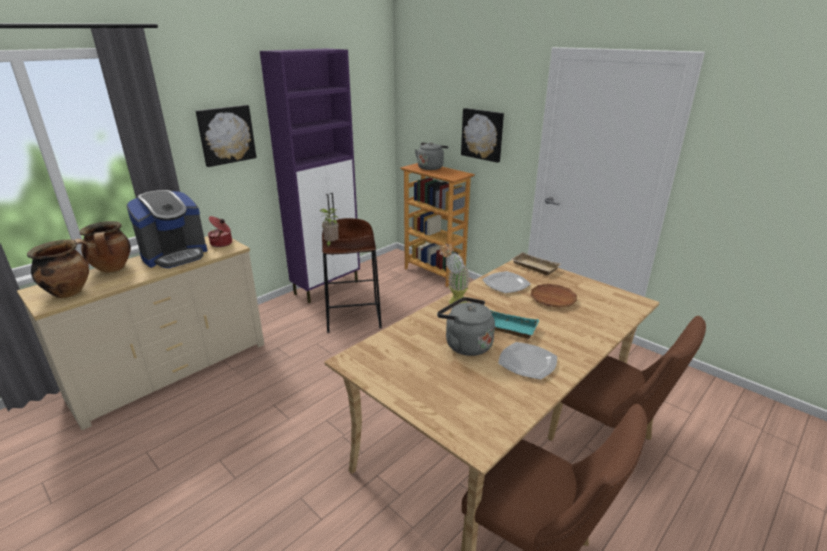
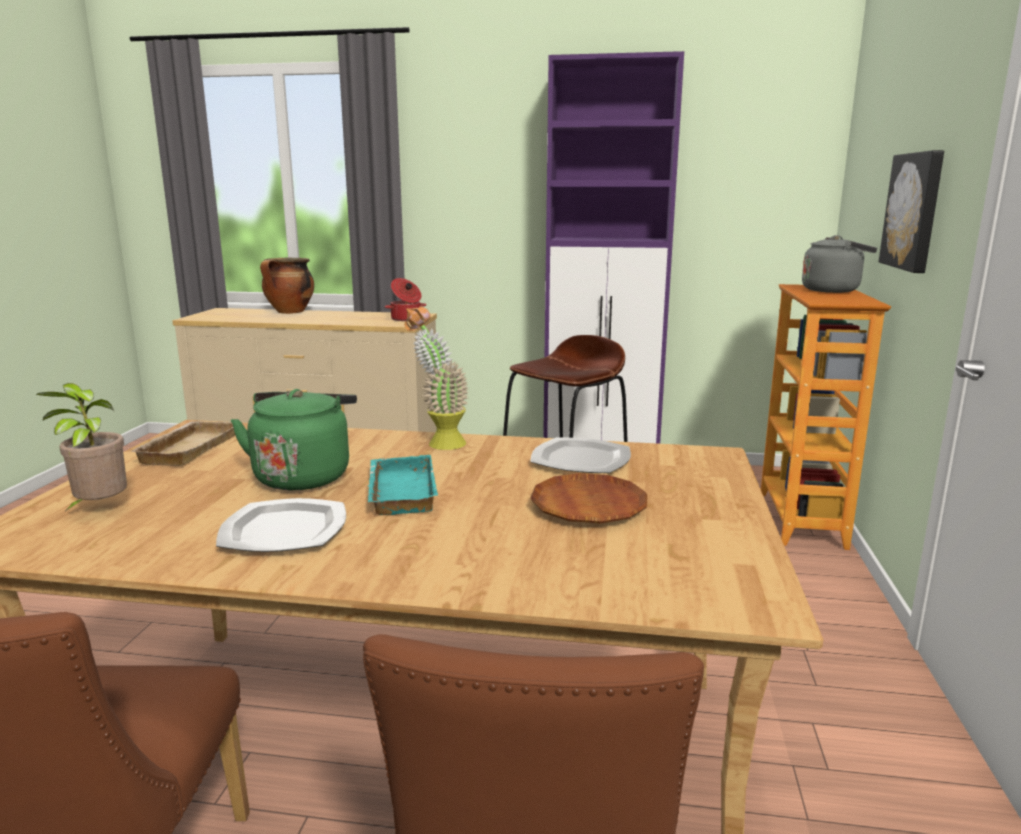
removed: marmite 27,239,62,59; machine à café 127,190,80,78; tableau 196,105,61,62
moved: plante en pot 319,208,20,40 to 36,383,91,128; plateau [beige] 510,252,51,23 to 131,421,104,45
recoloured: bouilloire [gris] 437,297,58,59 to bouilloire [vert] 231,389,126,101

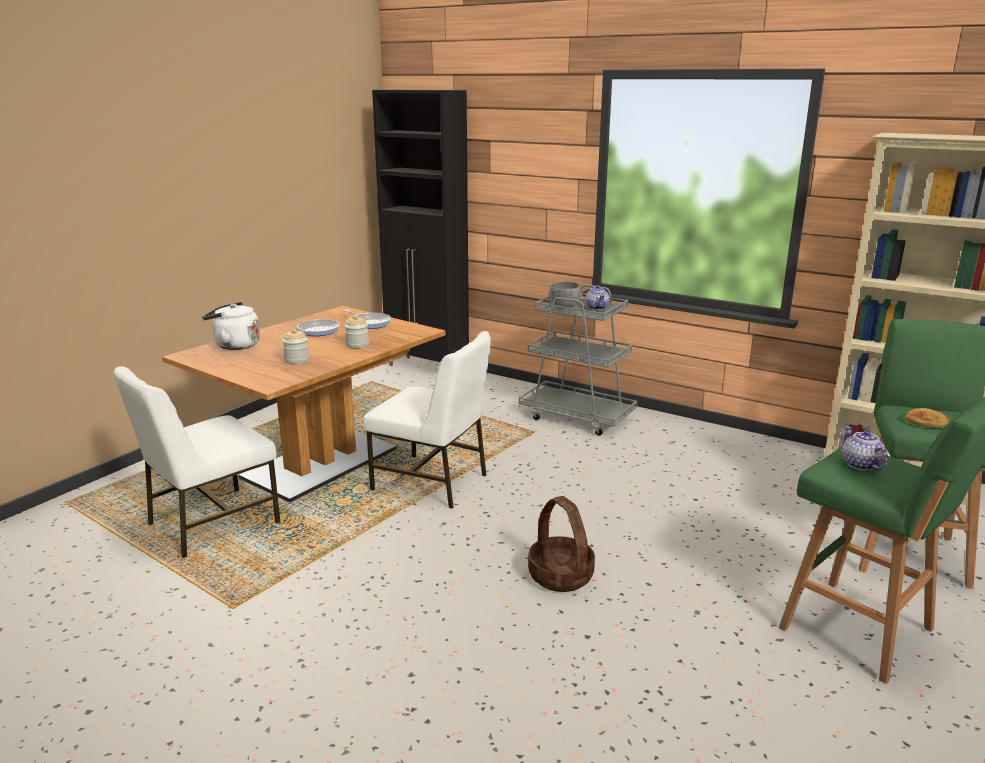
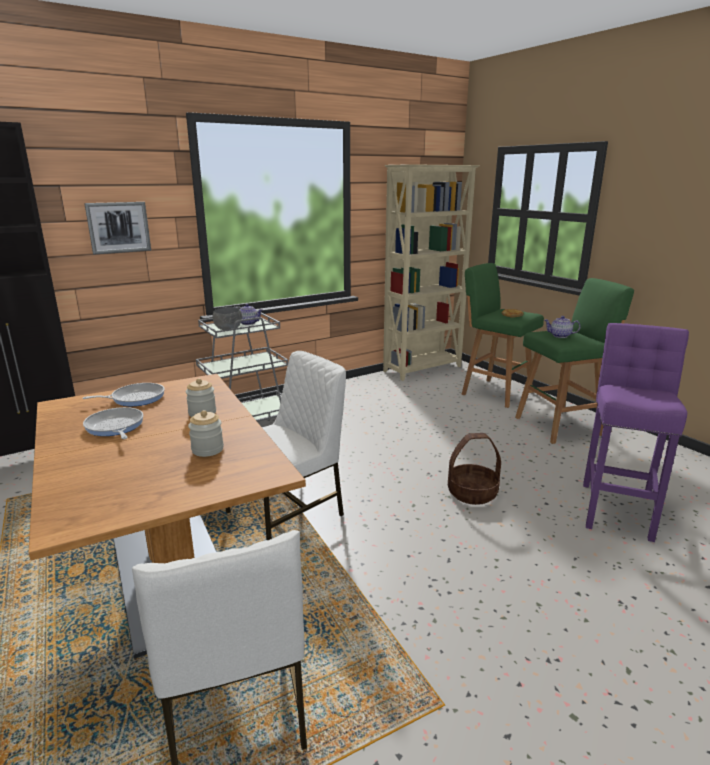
removed: bouilloire [blanc] 202,302,58,48
added: tableau 84,202,67,52; tabouret [violet] 583,323,106,219

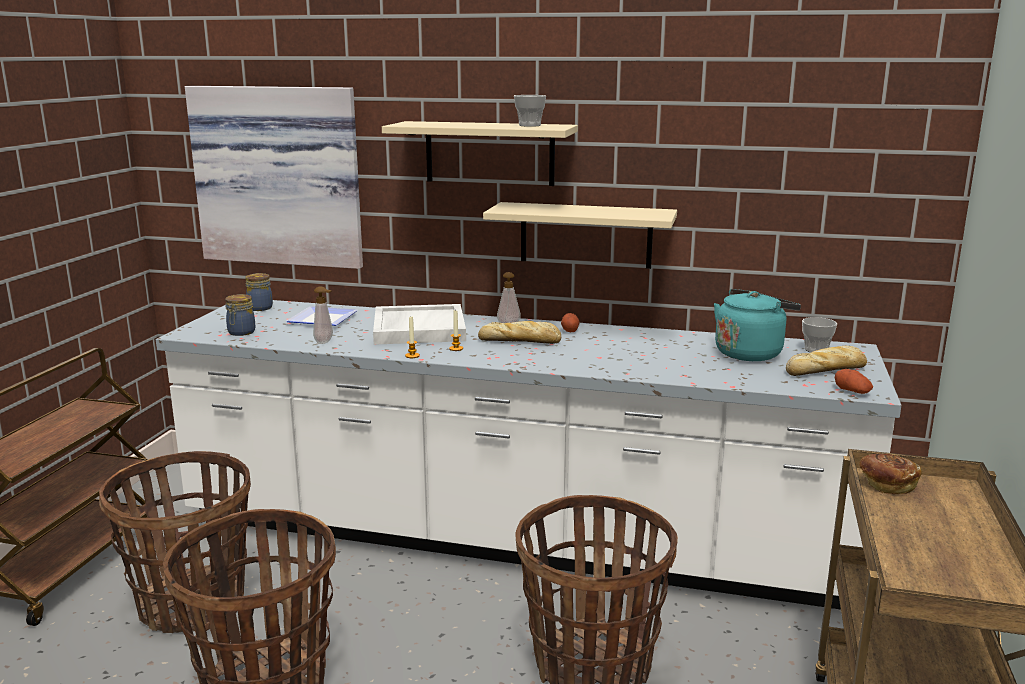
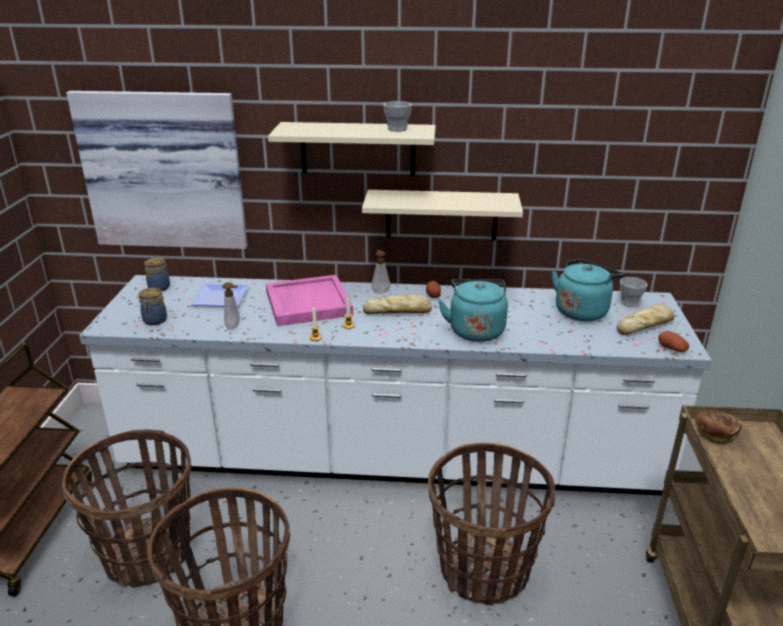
added: bouilloire [turquoise] 438,279,70,63
recoloured: plateau [blanc] 373,304,93,41 to plateau [rose] 266,275,88,51

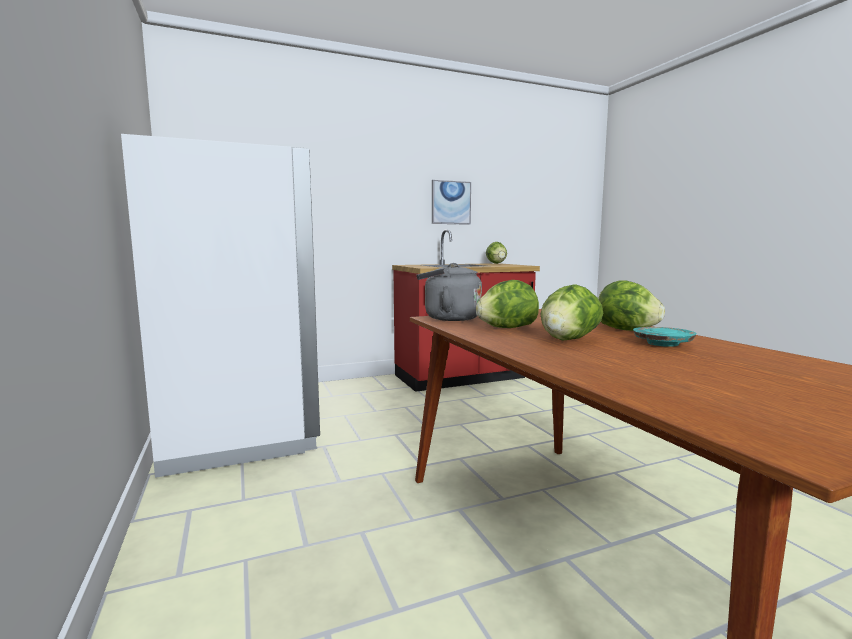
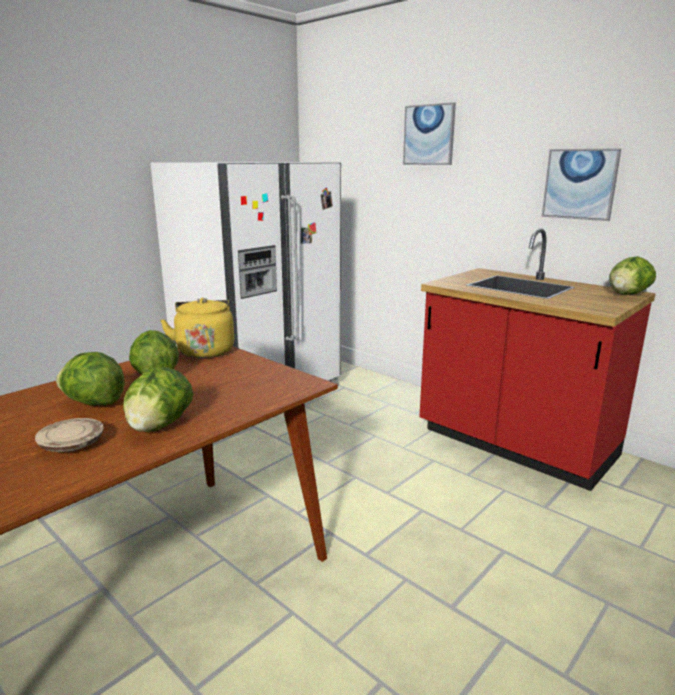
added: tableau 403,102,53,63
recoloured: bouilloire [gris] 417,263,65,58 to bouilloire [jaune] 160,298,74,60; assiette [turquoise] 633,327,63,20 to assiette [beige] 35,418,68,34

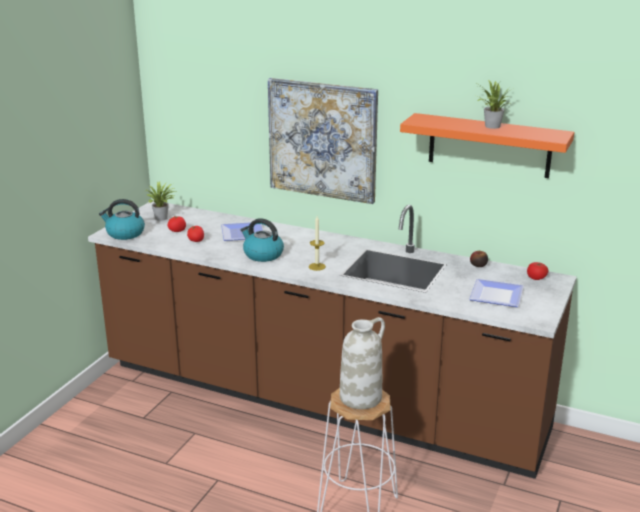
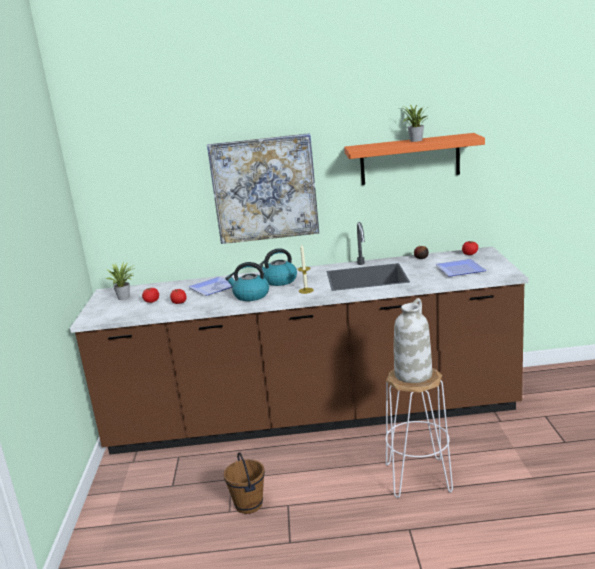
added: seau [marron] 224,452,41,62
moved: bouilloire 99,199,46,41 to 258,248,39,38

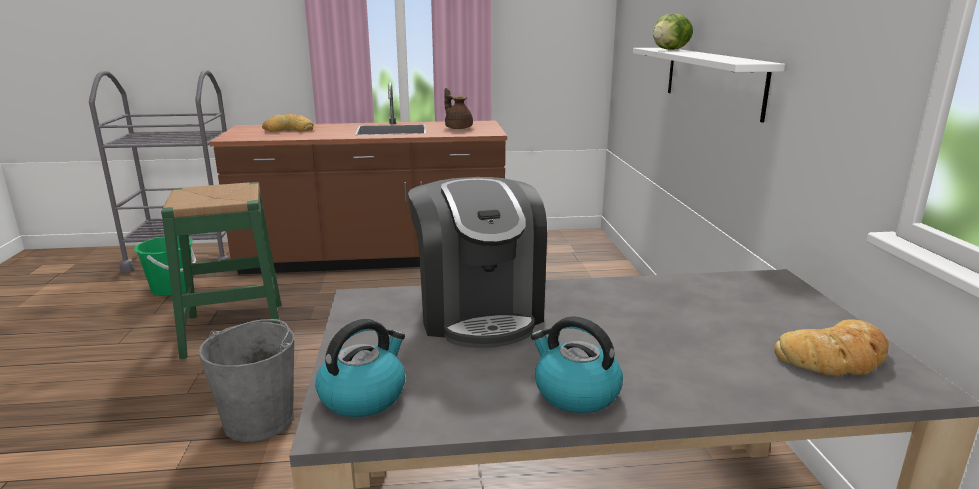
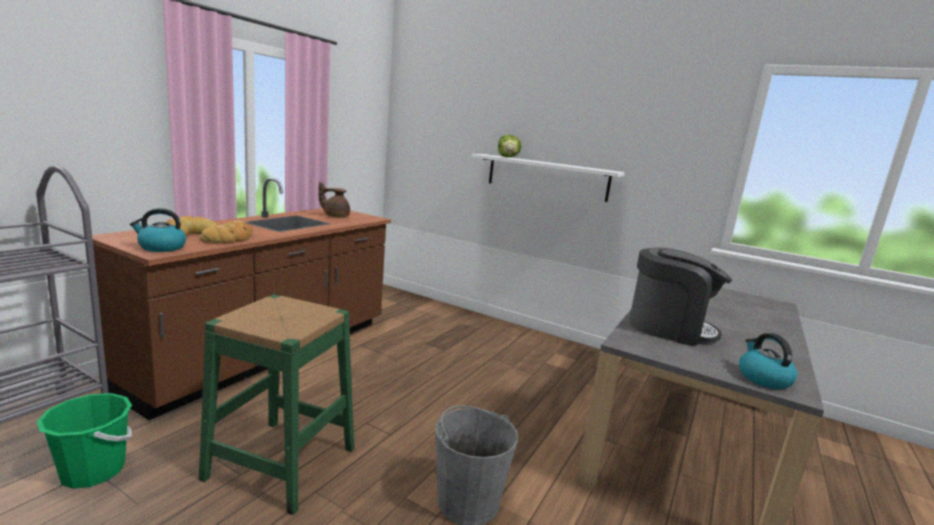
moved: bouilloire 531,316,92,97 to 130,208,56,44; pain 774,319,115,57 to 200,220,53,23

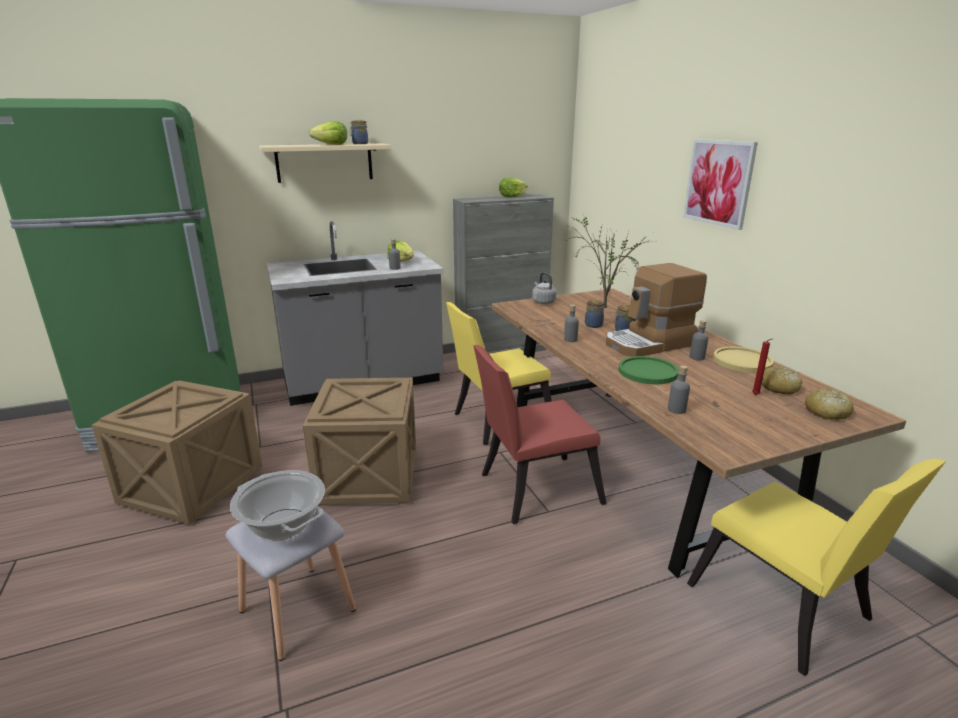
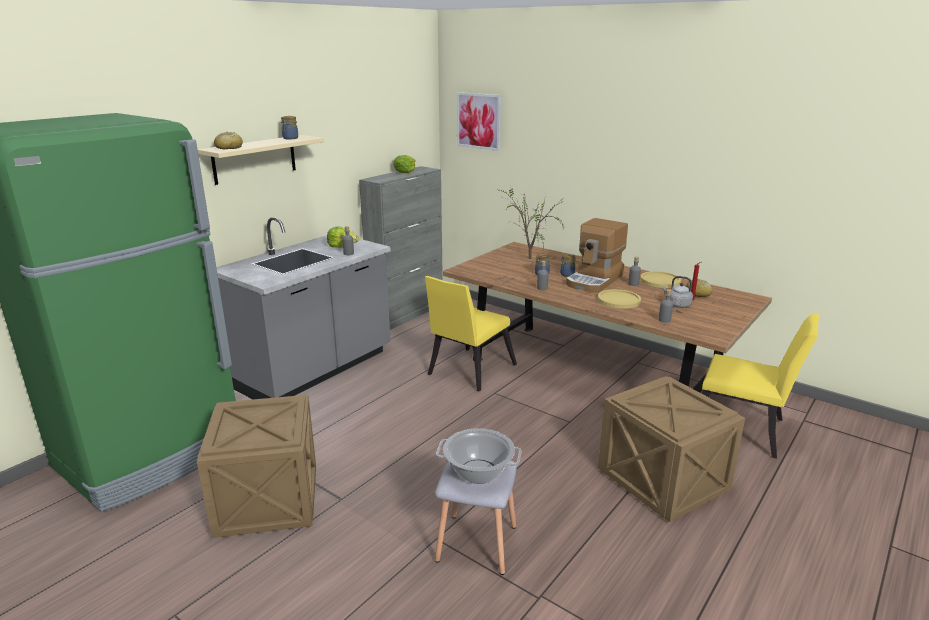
removed: laitue 309,122,38,23; chaise [rouge] 473,345,134,179
moved: caisse 303,378,113,127 to 598,376,147,146; bouilloire [gris] 532,272,25,32 to 662,276,31,32; tableau 683,139,75,91 to 457,92,44,59; pain 805,389,49,31 to 214,132,29,17
recoloured: assiette [vert] 619,356,60,28 to assiette [jaune] 598,289,43,20

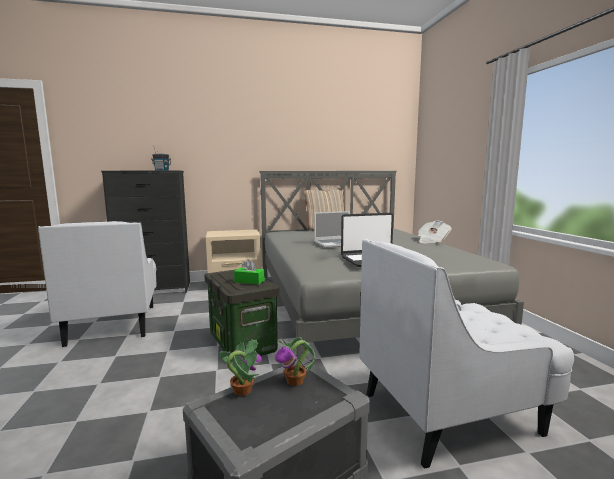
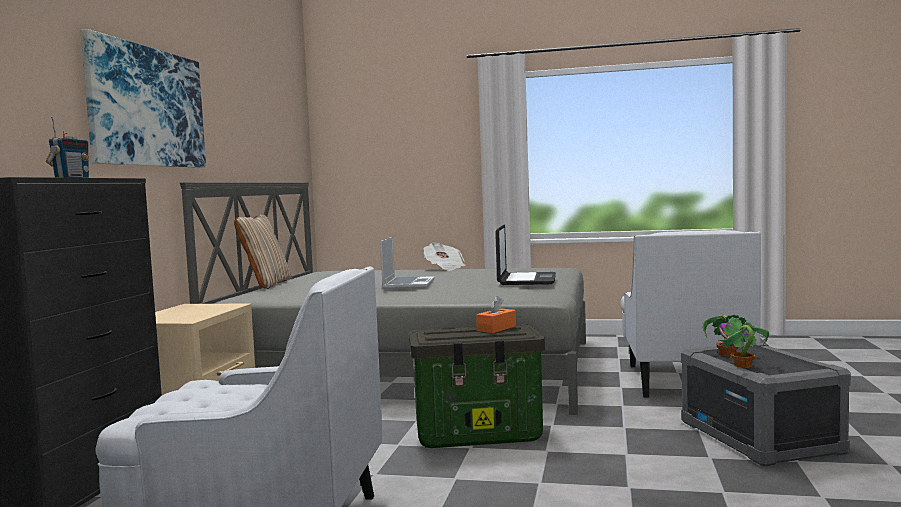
added: tableau 80,29,126,139
recoloured: boîte à mouchoirs [vert] 234,259,31,25 to boîte à mouchoirs [orange] 476,296,40,37

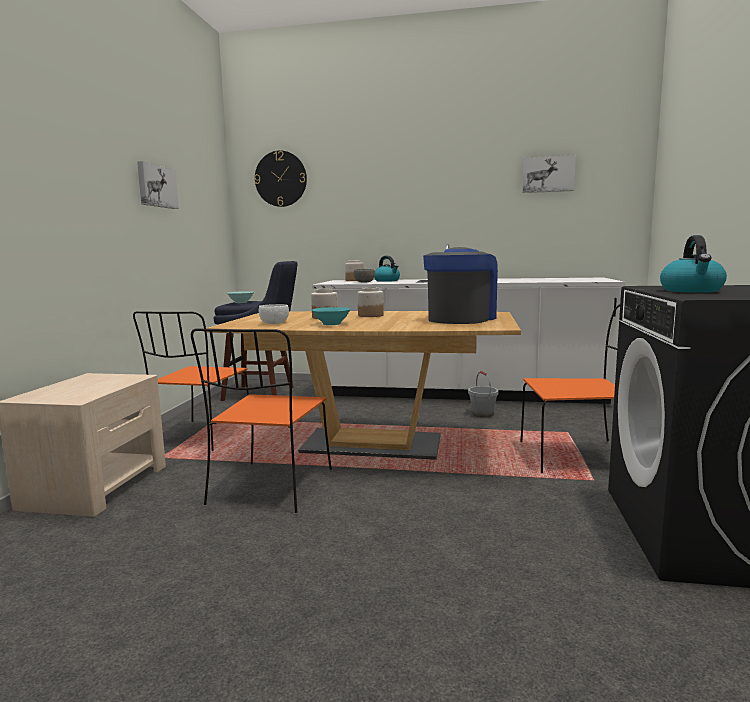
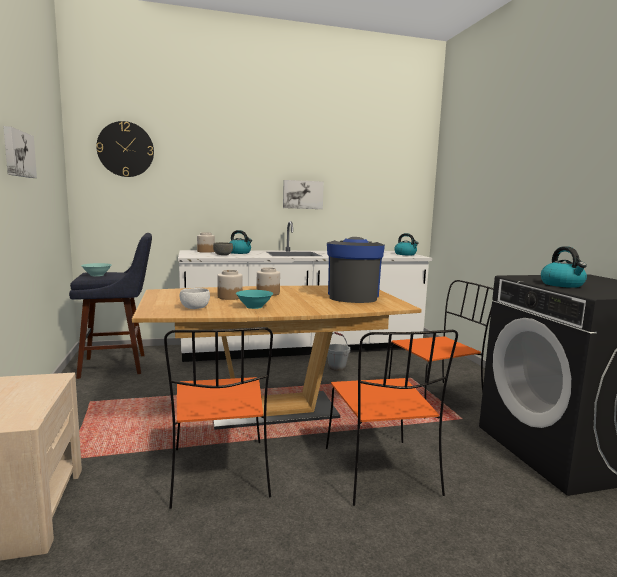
added: bouilloire 394,233,25,22
moved: chaise [orange] 133,311,116,140 to 326,330,132,176; tableau 522,155,54,38 to 283,180,41,29

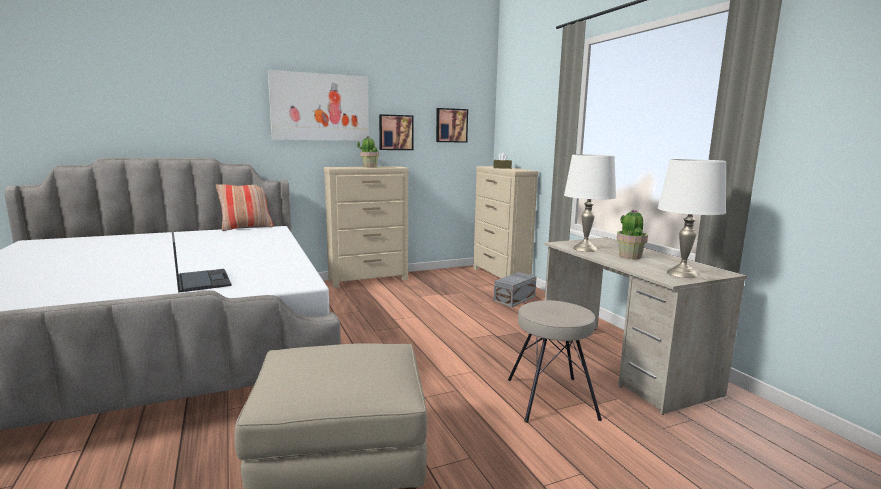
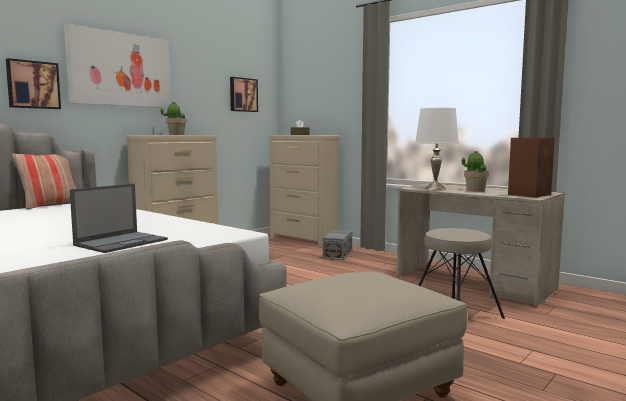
moved: tableau 379,114,35,36 to 6,58,55,51
replaced: lampe de table [blanc] 658,159,68,119 to enceinte [marron] 508,138,47,60
turned: ordinateur portable 172,230,60,62 = 70,184,98,69 90 degrees clockwise

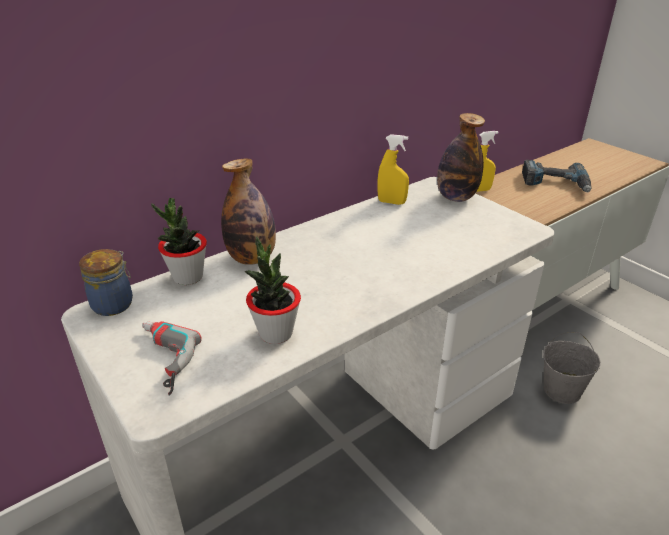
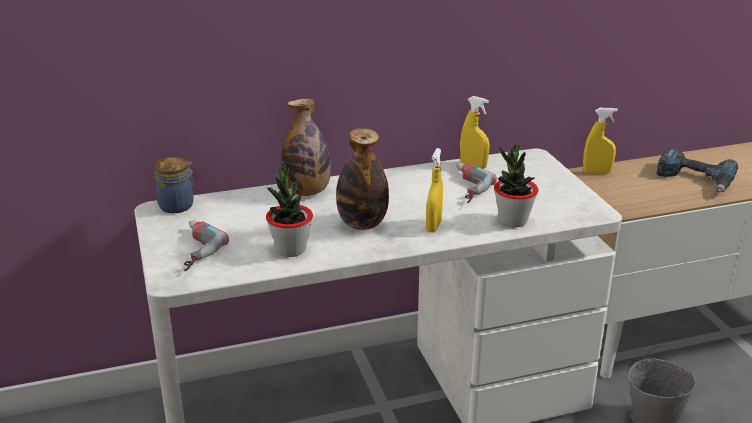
added: vaporisateur [jaune] 426,148,17,84; perceuse 456,163,41,40
moved: plante en pot 151,198,56,87 to 494,144,44,83; bouteille 437,113,48,89 to 336,128,53,102

